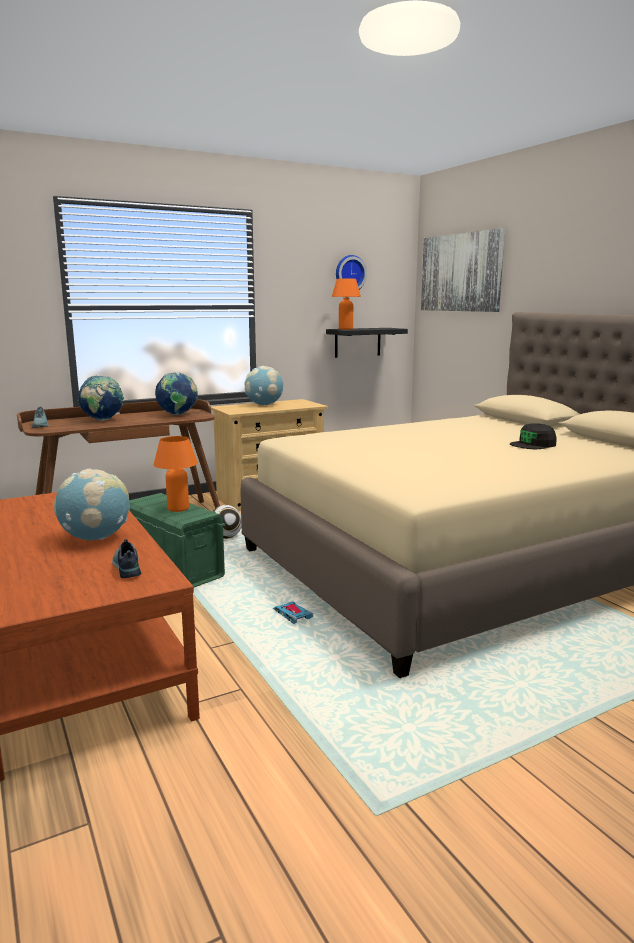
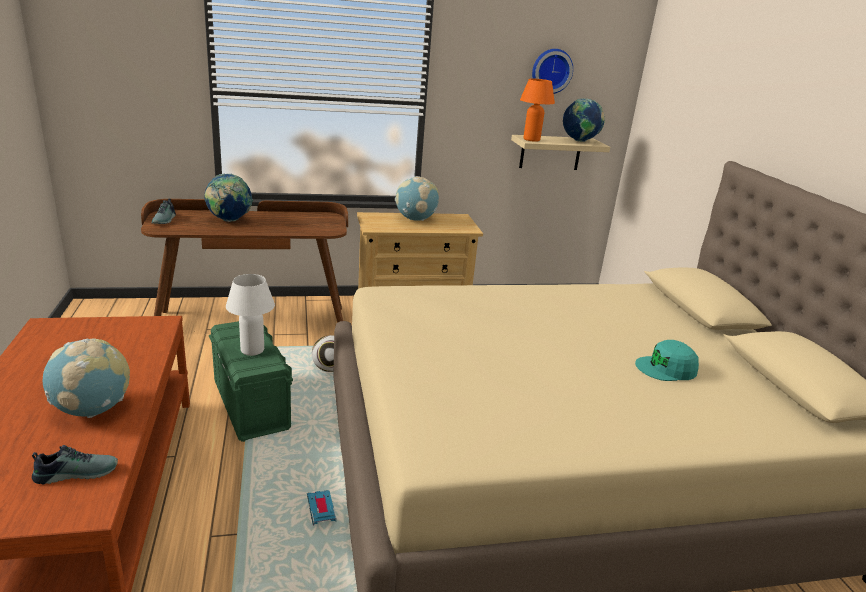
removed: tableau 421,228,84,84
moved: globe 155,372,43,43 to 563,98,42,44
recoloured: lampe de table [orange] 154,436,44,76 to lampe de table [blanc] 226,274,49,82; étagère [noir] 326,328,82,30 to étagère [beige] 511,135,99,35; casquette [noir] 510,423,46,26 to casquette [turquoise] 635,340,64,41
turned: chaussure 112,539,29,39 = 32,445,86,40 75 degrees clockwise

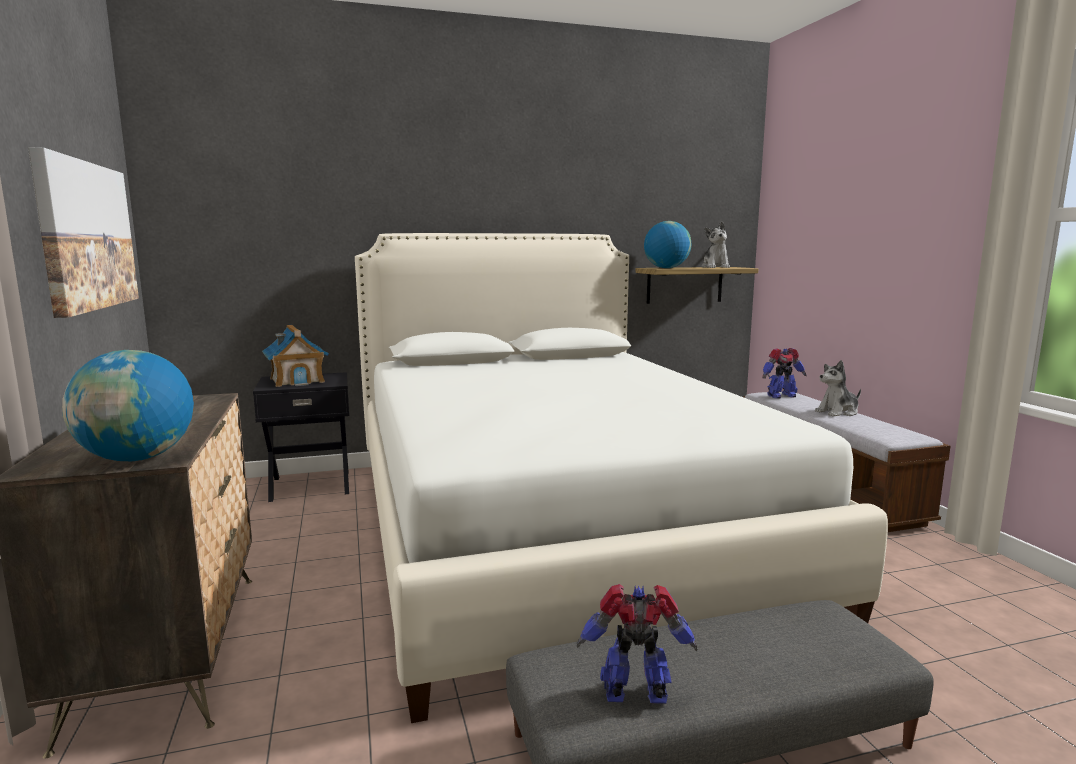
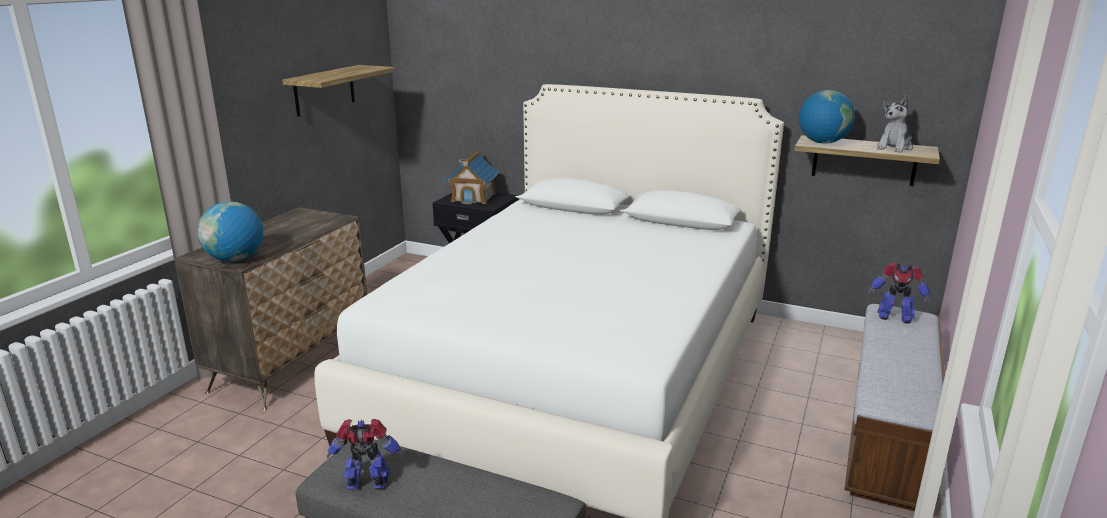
removed: peluche 815,360,46,57
replaced: tableau 28,147,111,171 to étagère 282,65,113,52
turned: robot jouet 577,584,120,120 = 327,419,77,70 45 degrees counterclockwise

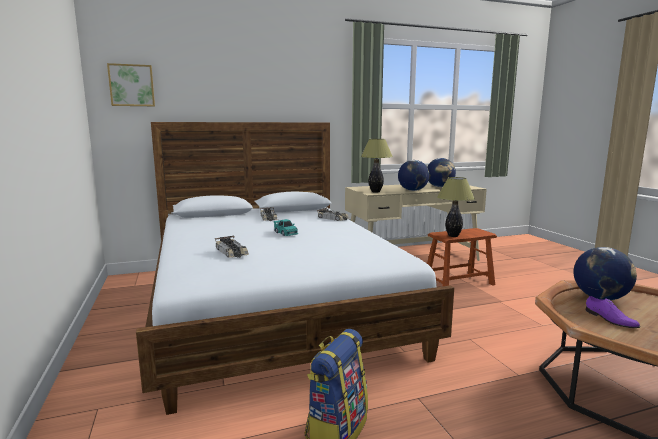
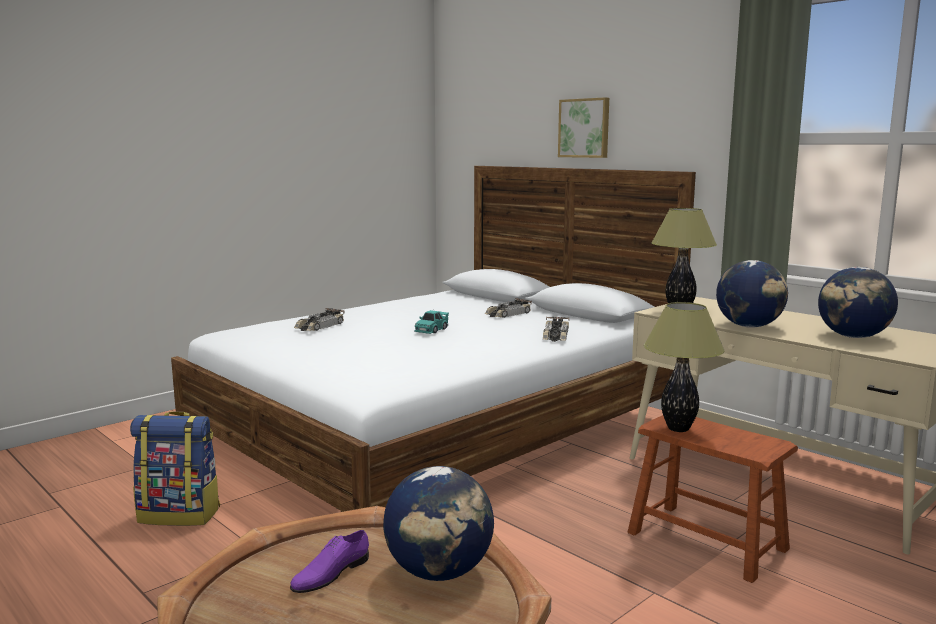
moved: tableau 107,63,48,43 to 558,97,51,61

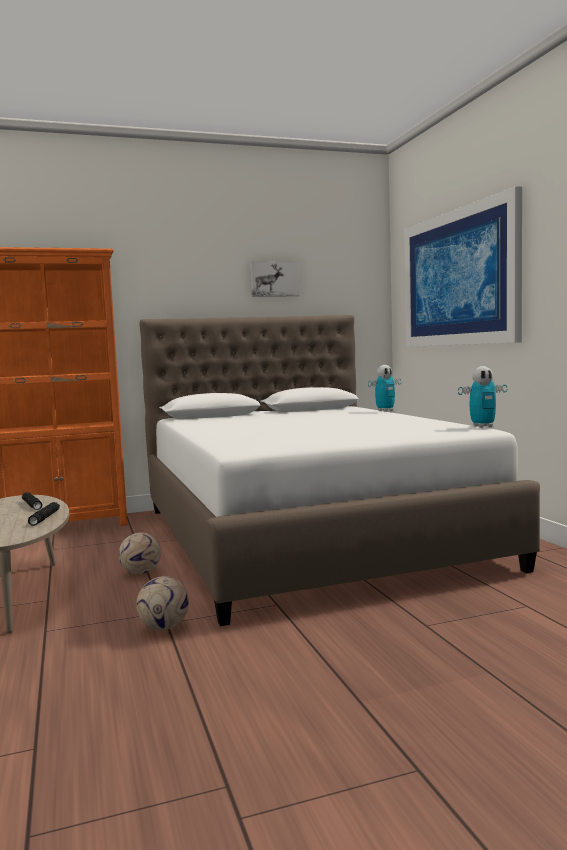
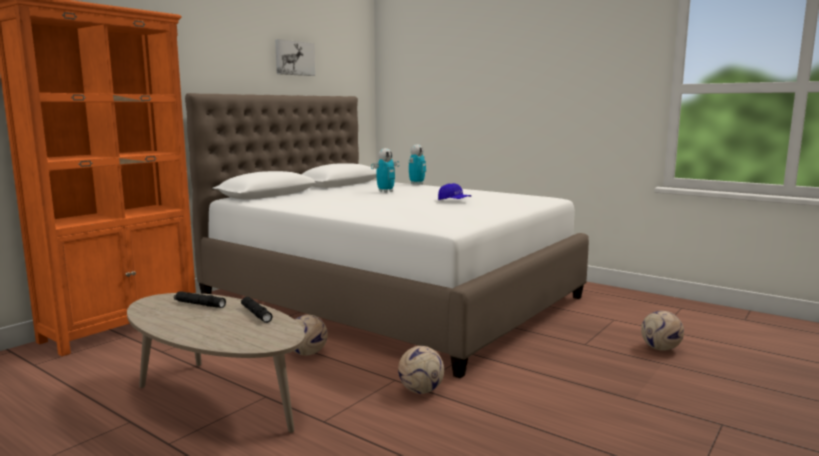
removed: tableau 404,186,118,161
added: casquette [bleu] 438,183,34,17; ballon de foot 641,311,43,40
moved: robot jouet 458,366,49,62 to 371,148,28,45

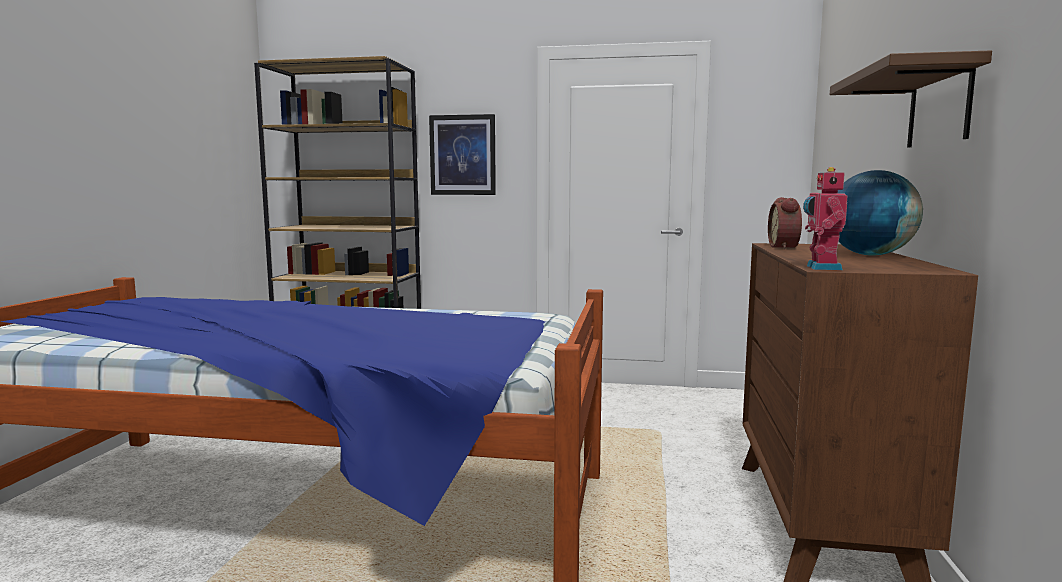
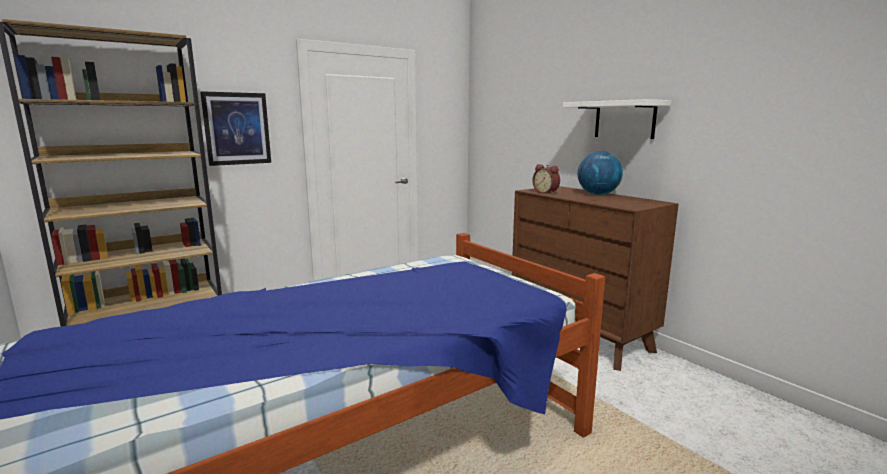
removed: robot jouet 803,167,45,103
recoloured: étagère [marron] 830,51,162,97 to étagère [blanc] 563,99,108,40

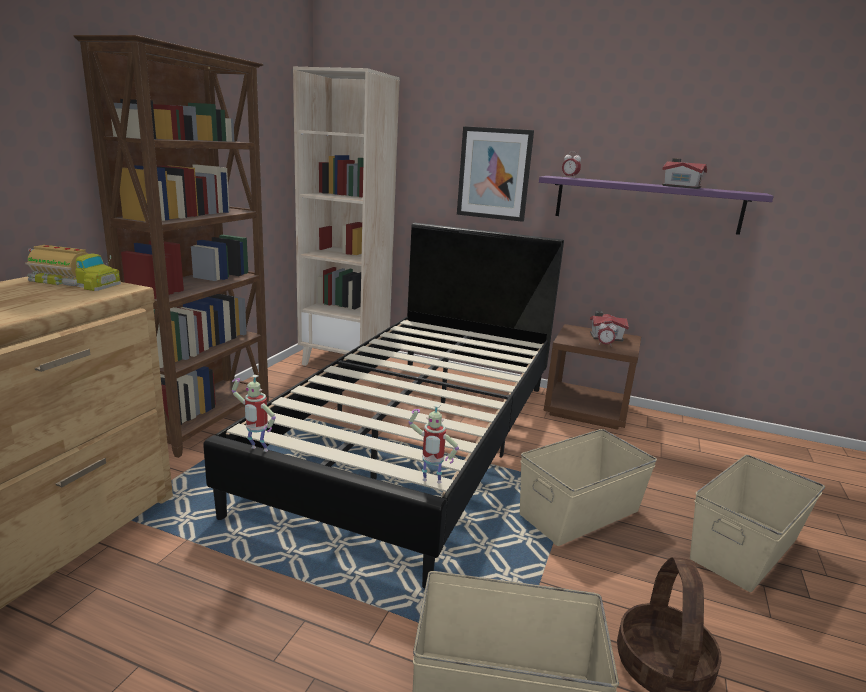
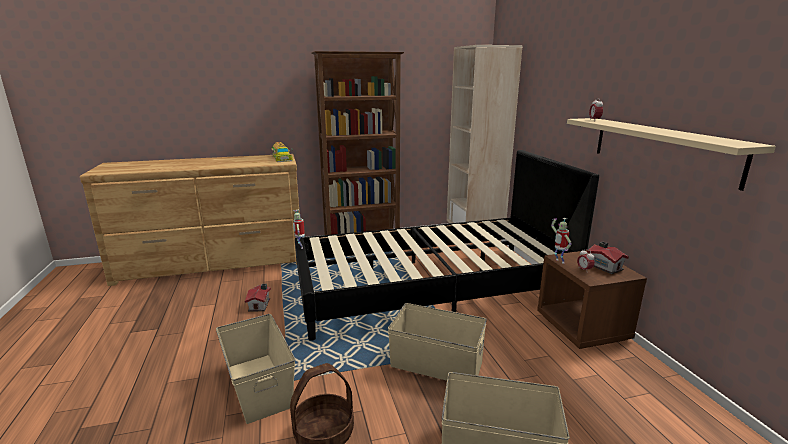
removed: tableau 457,126,77,96
moved: robot jouet 408,404,51,80 to 551,218,21,46; maison miniature 662,158,45,31 to 245,284,26,28
recoloured: étagère [violet] 539,176,235,59 to étagère [beige] 567,118,209,73

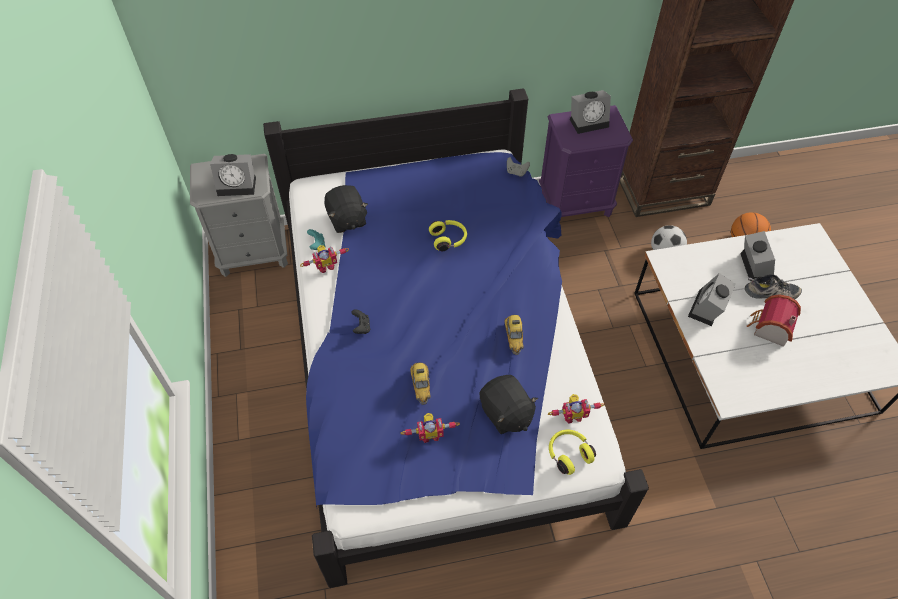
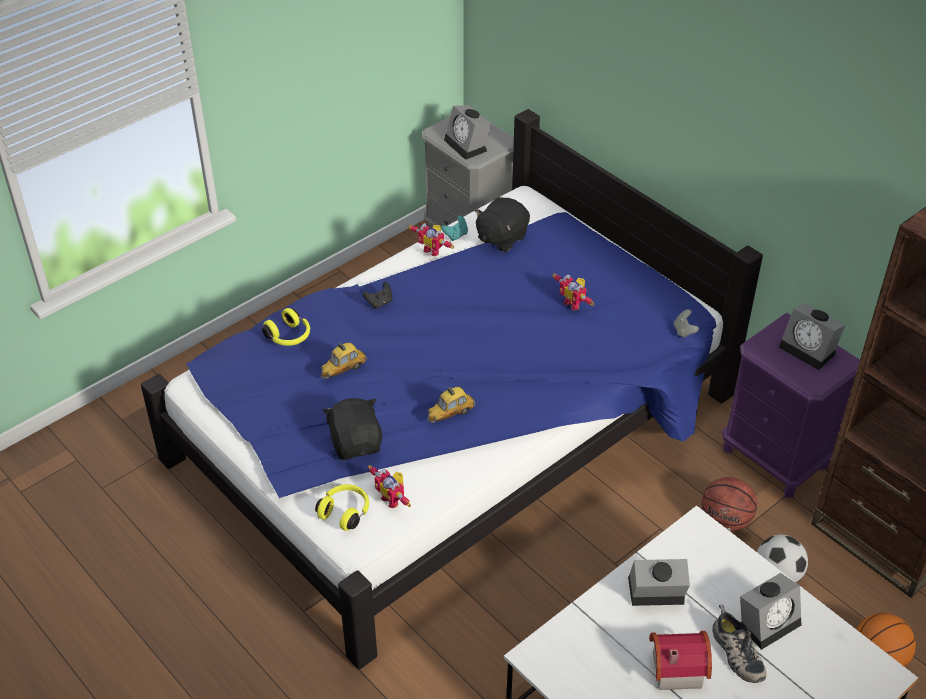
added: ballon de basket 702,477,55,54
moved: robot jouet 401,413,59,30 to 552,274,42,36; casque audio [jaune] 429,220,38,31 to 262,308,48,38
turned: peluche [noir] 480,375,58,59 = 323,398,59,62 135 degrees clockwise

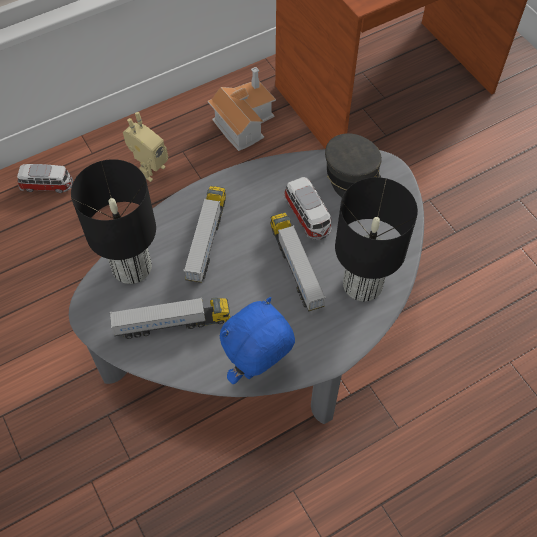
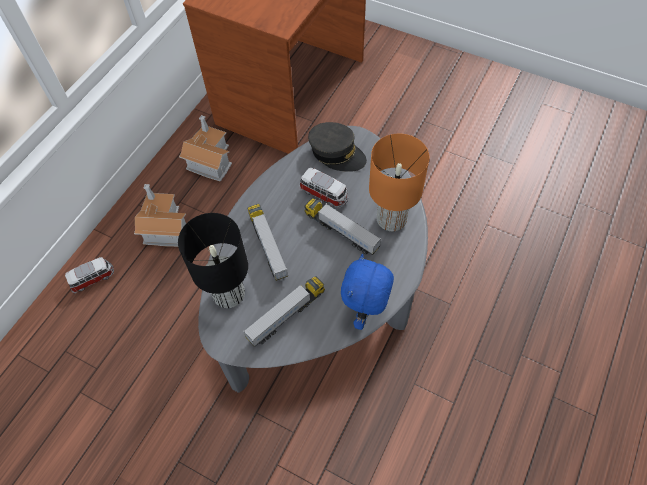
replaced: robot jouet 123,112,45,70 to maison miniature 134,184,52,63
recoloured: lampe de table [noir] 335,177,83,124 to lampe de table [orange] 369,134,60,97

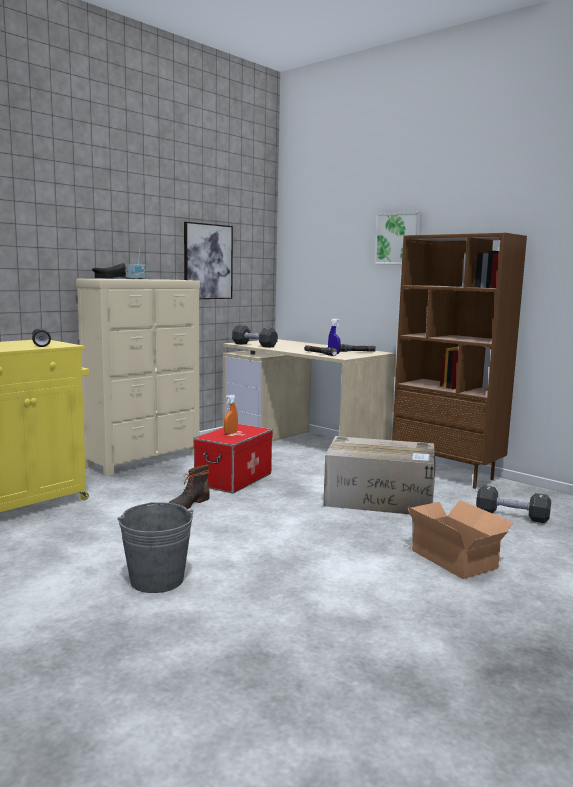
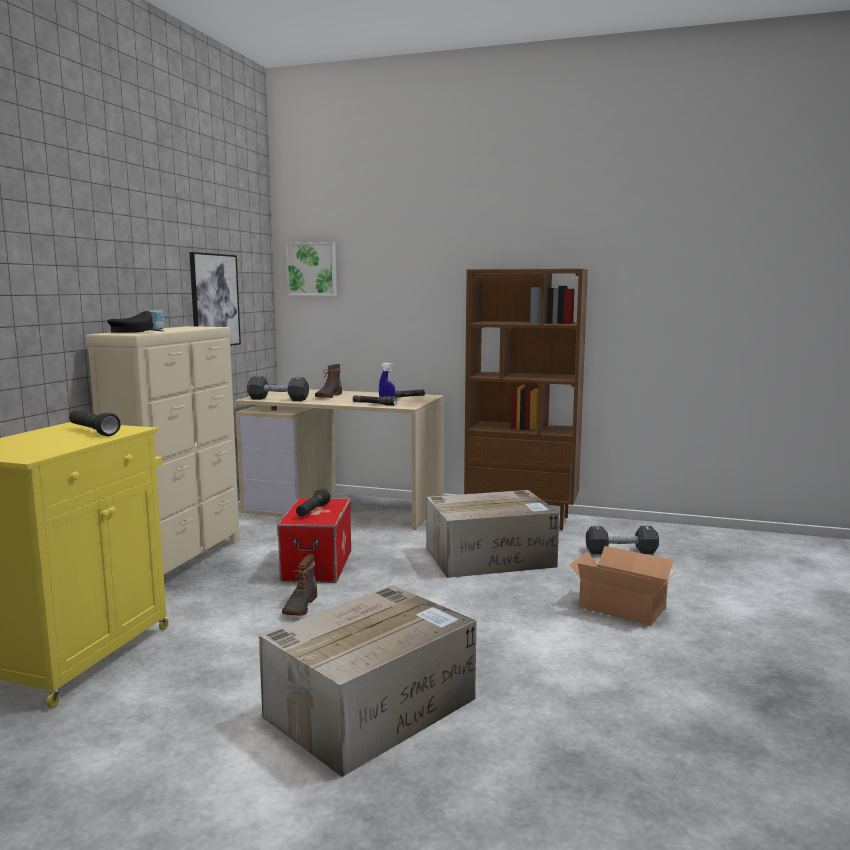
added: botte 315,364,27,34
moved: tableau 374,212,49,52 to 285,242,52,54
replaced: seau [gris] 118,502,75,91 to carton 259,585,217,192; vaporisateur [orange] 224,395,14,39 to lampe de poche [noir] 296,488,34,28

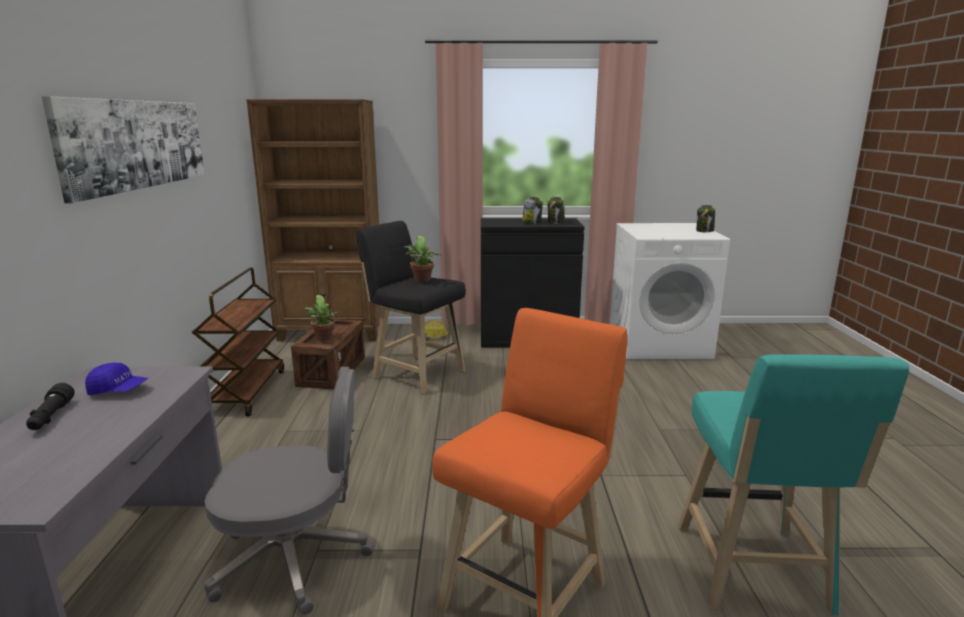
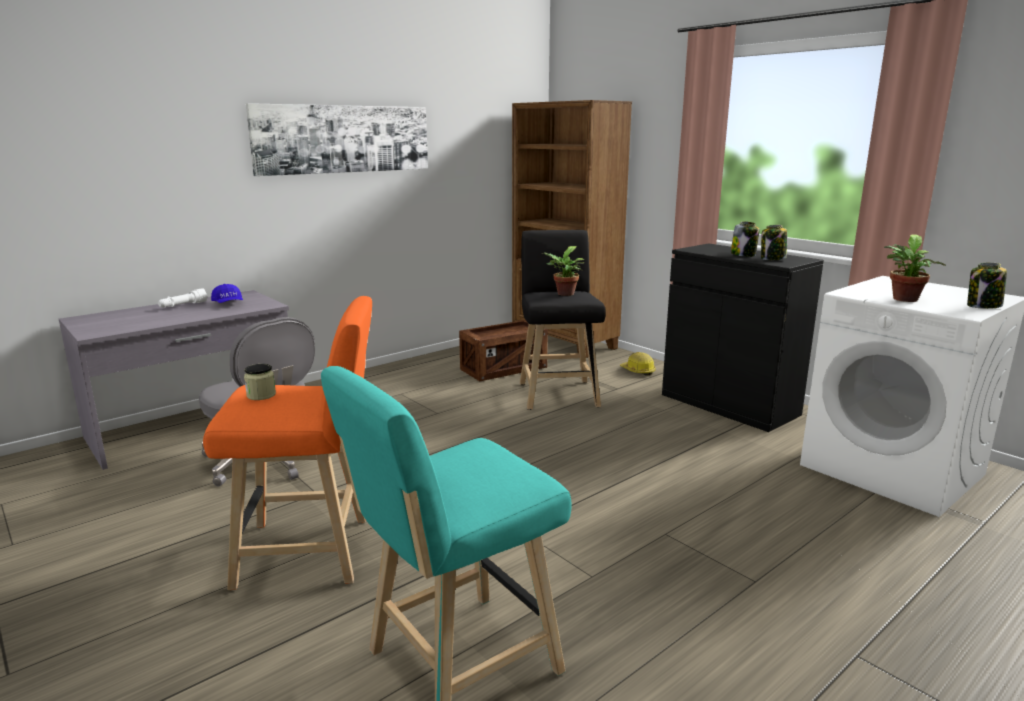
removed: chariot [marron] 192,268,92,148
added: bocal 244,364,32,36
moved: plante en pot 304,295,38,46 to 884,235,62,67
recoloured: lampe de poche [noir] 26,383,49,47 to lampe de poche [blanc] 158,289,50,19

